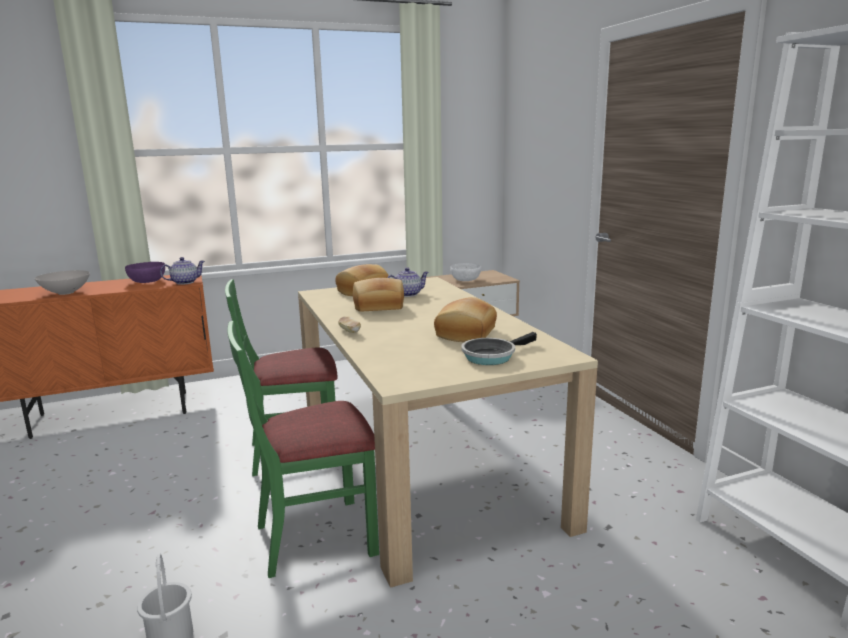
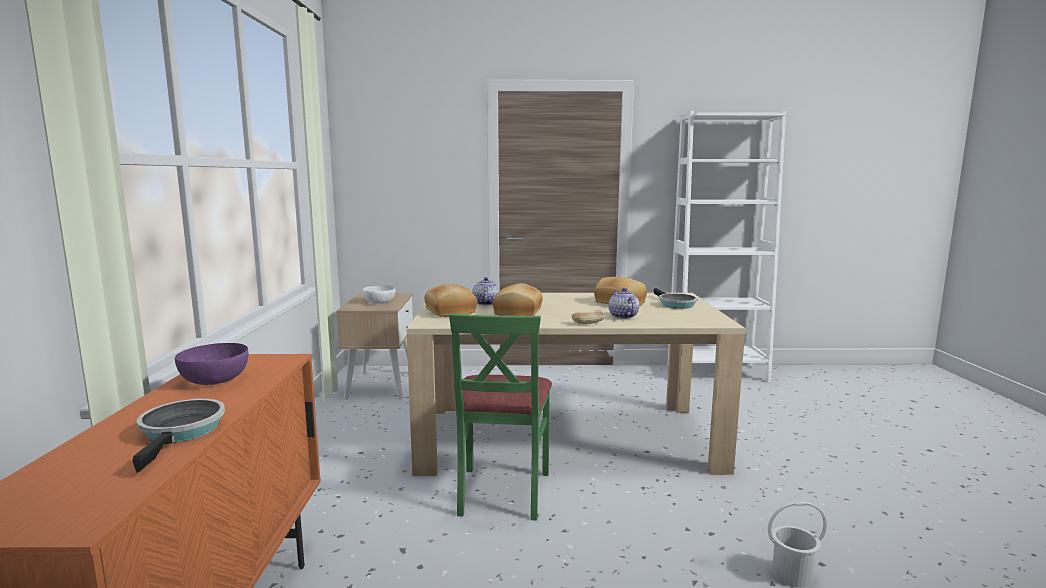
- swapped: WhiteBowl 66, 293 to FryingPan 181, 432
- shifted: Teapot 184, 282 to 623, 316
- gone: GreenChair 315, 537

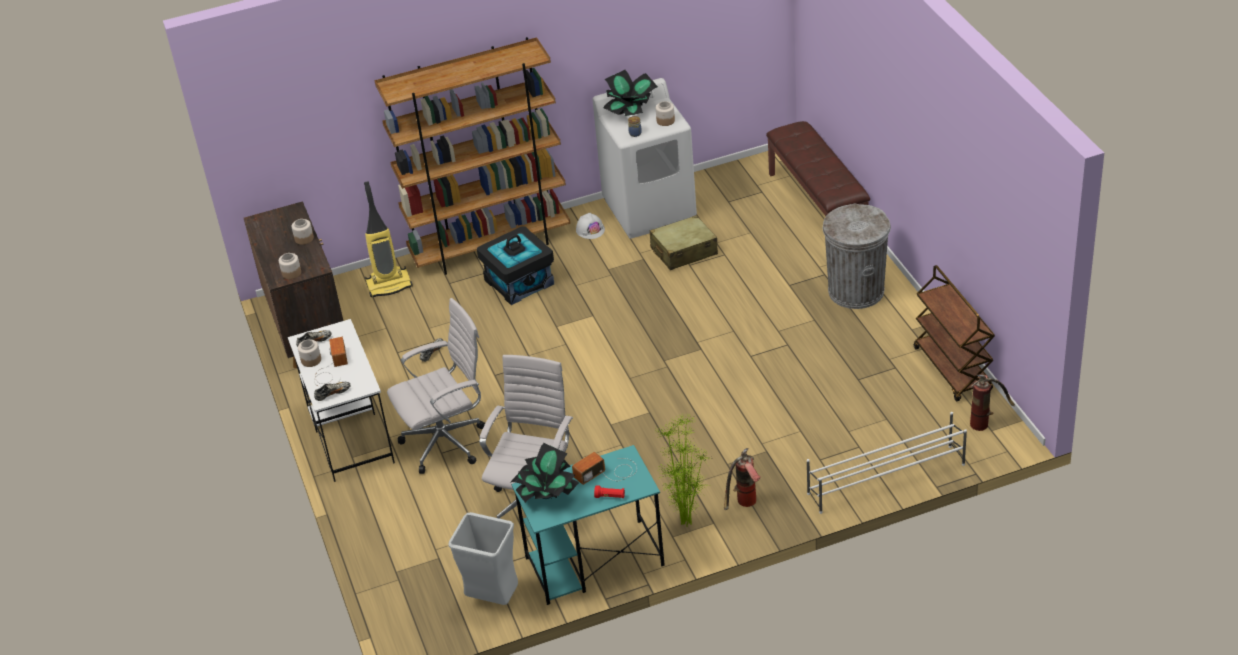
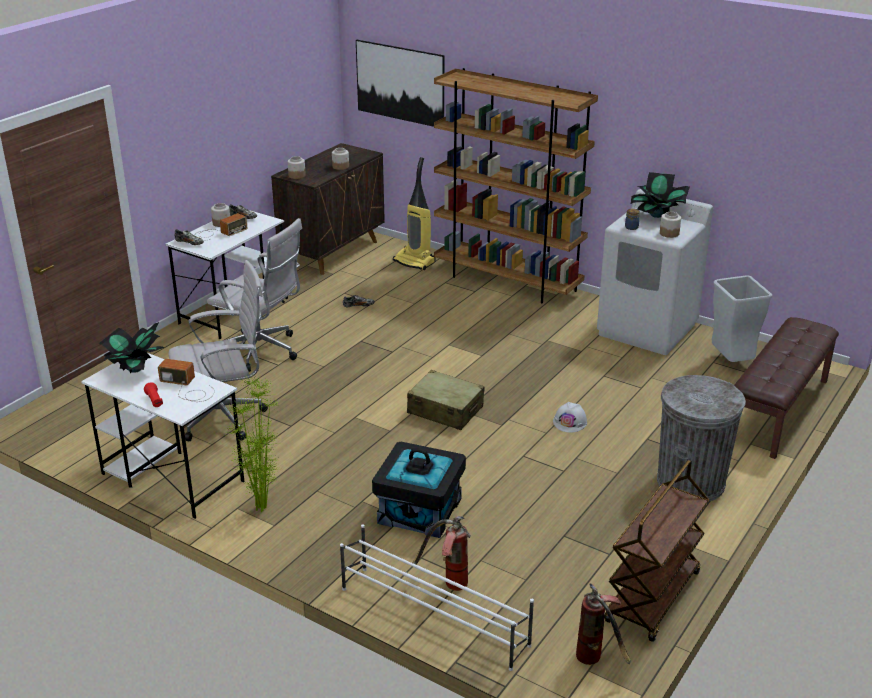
- repainted: TurquoiseDesk 593, 562 to WhiteDesk 171, 477
- new: Picture 400, 83
- shifted: BlackStorageBox 519, 282 to 420, 510
- shifted: BeigeSuitcase 683, 251 to 445, 410
- shifted: FireExtinguisher 744, 505 to 447, 584
- shifted: WhiteHardHat 590, 229 to 570, 422
- shifted: GreyTrashCan 494, 599 to 731, 362

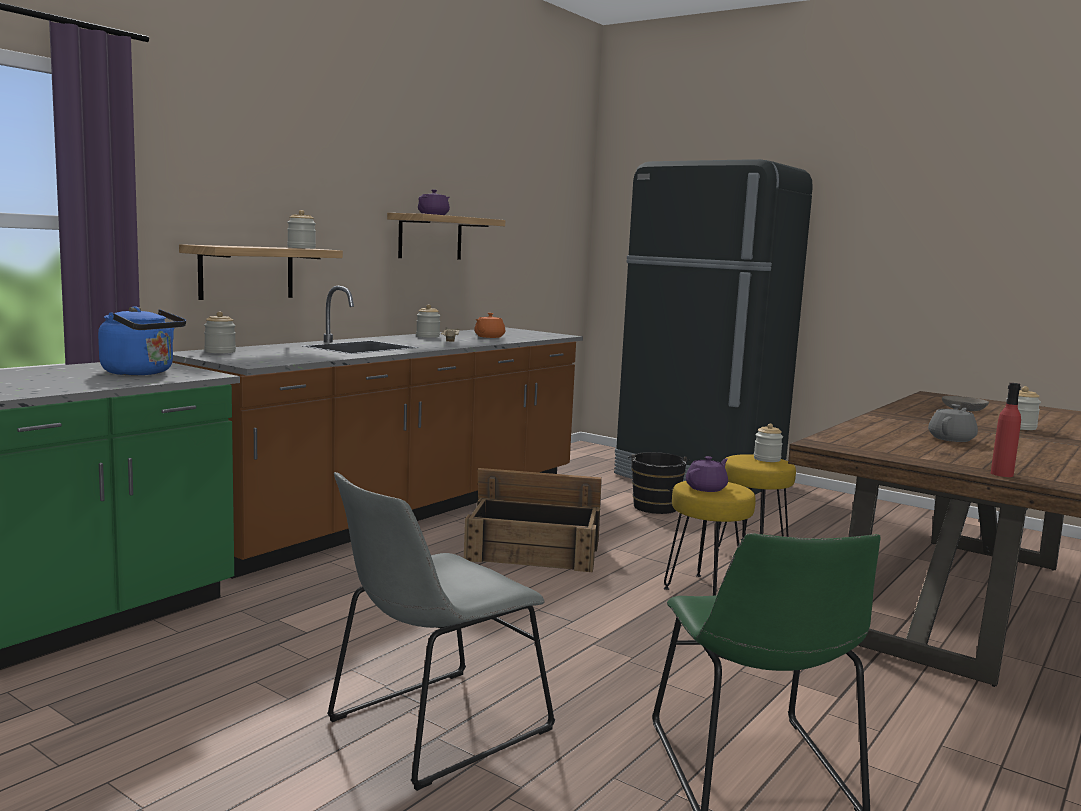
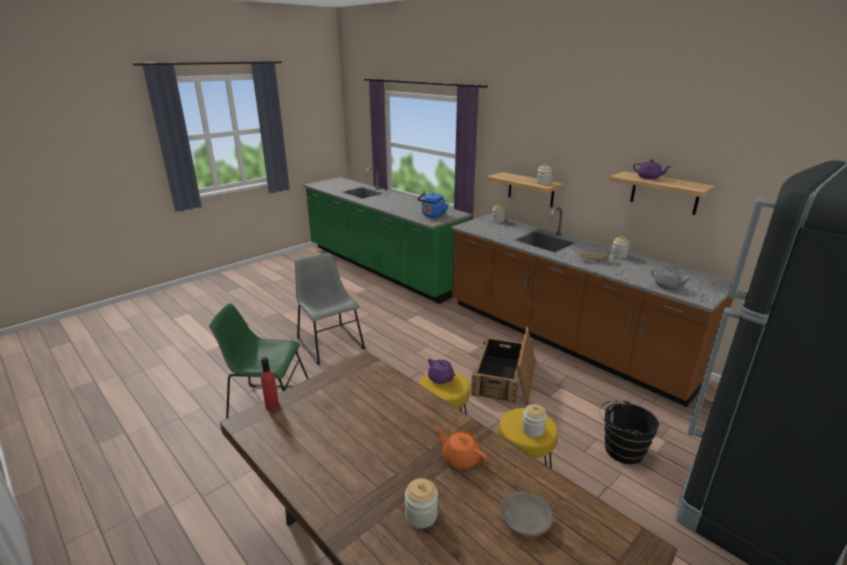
- shifted: OrangeTeapot 489, 337 to 460, 458
- shifted: GreyTeapot 952, 439 to 667, 286

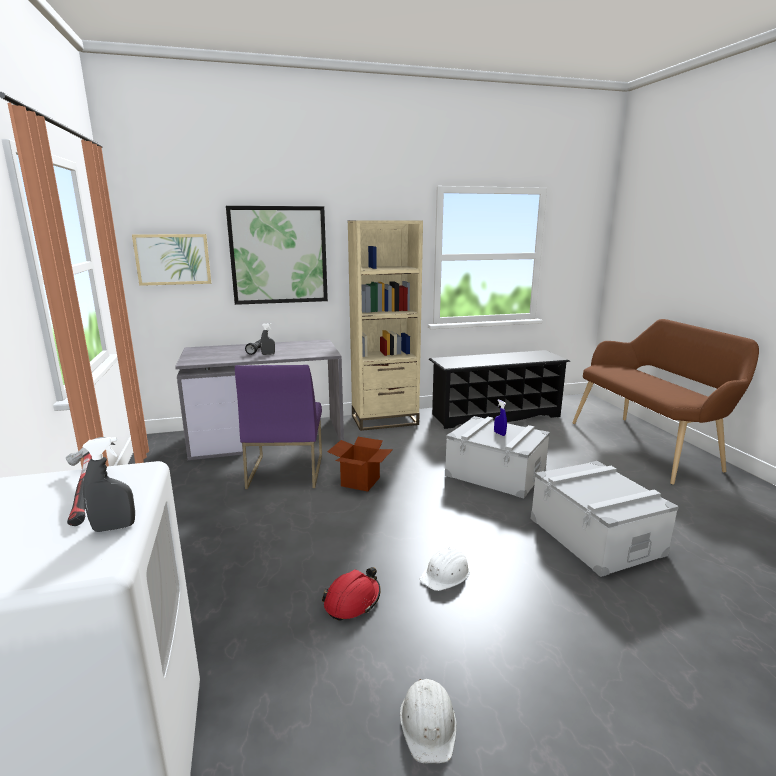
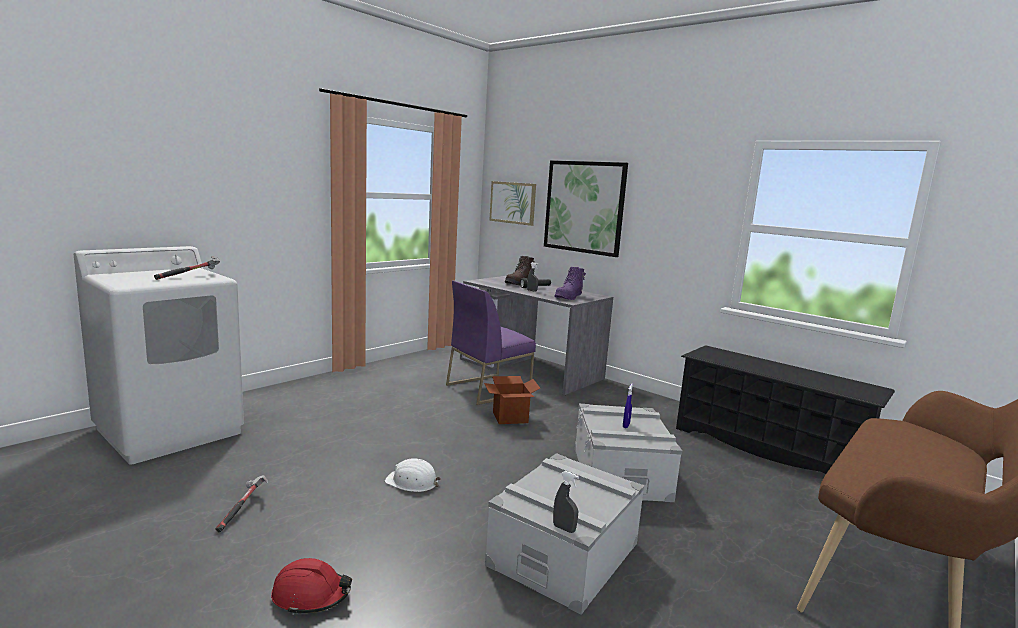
- swapped: WhiteHardHat 428, 724 to Hammer 243, 509
- shifted: RedHardHat 352, 601 to 311, 596
- new: BrownBoot 519, 283
- shifted: GreySprayBottle 114, 527 to 564, 528
- new: PurpleBoot 569, 297
- gone: BeigeBookcase 384, 420

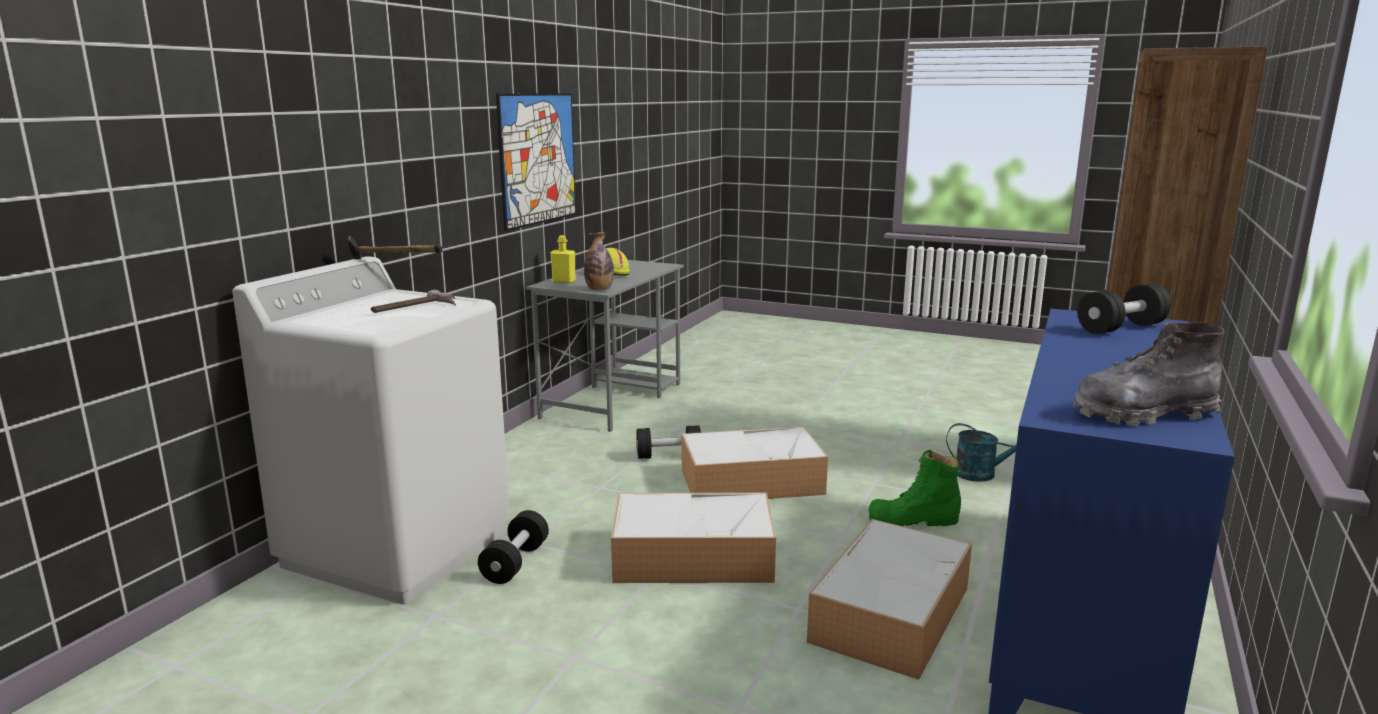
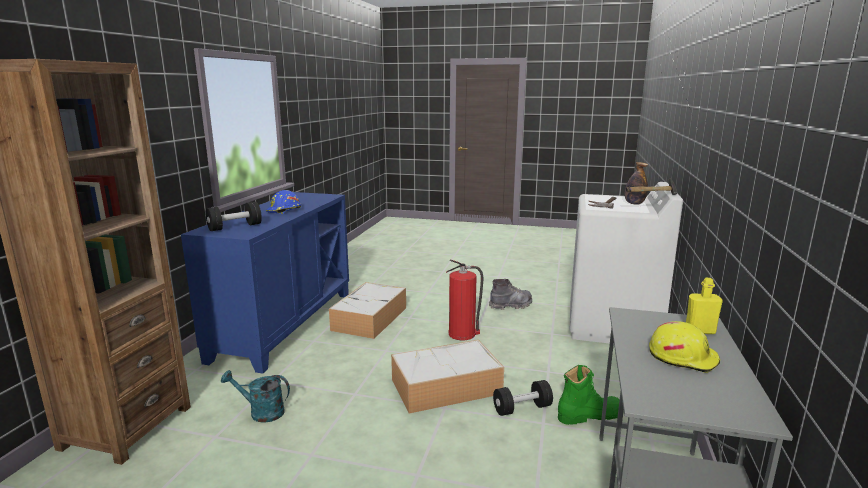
- new: BlueHardHat 284, 211
- swapped: StorageBox 695, 556 to FireExtinguisher 463, 334
- shifted: GreyBoot 1142, 414 to 511, 305
- shifted: GreenBoot 913, 520 to 589, 415
- shifted: Bottle 599, 289 to 634, 203
- gone: BlackDumbbell 515, 563
- gone: Picture 538, 159

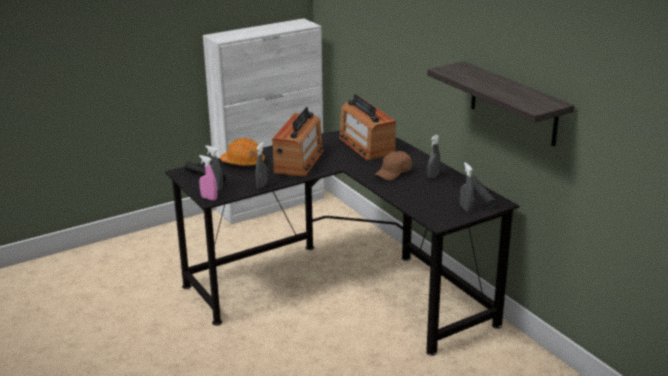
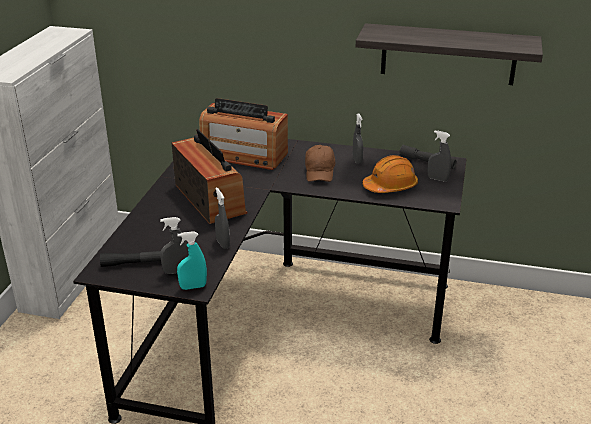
- repainted: PinkSprayBottle 209, 198 to TurquoiseSprayBottle 193, 287
- shifted: OrangeHardHat 243, 162 to 390, 186

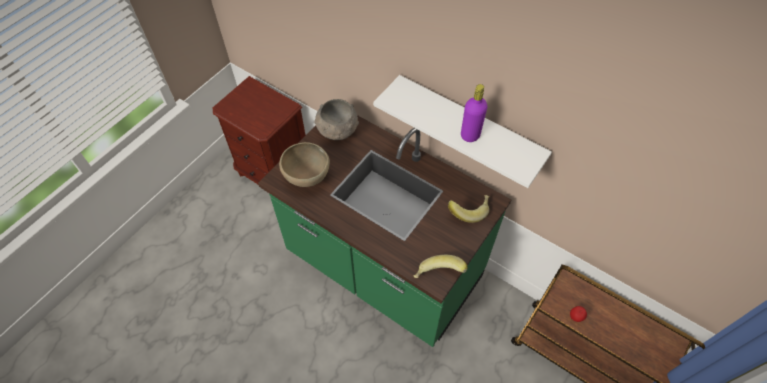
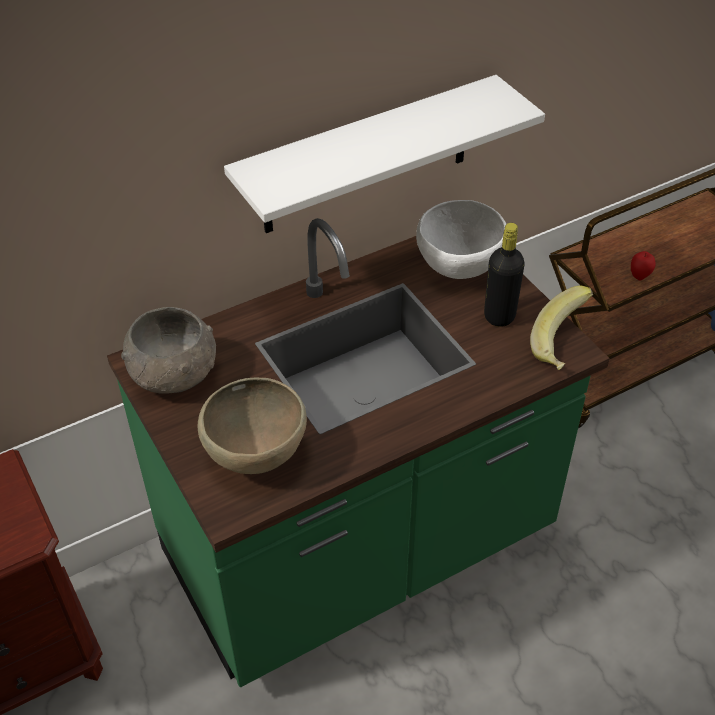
- swapped: Banana 468, 211 to WhiteBowl 459, 268
- new: BlackBottle 499, 316
- gone: PurpleBottle 470, 135

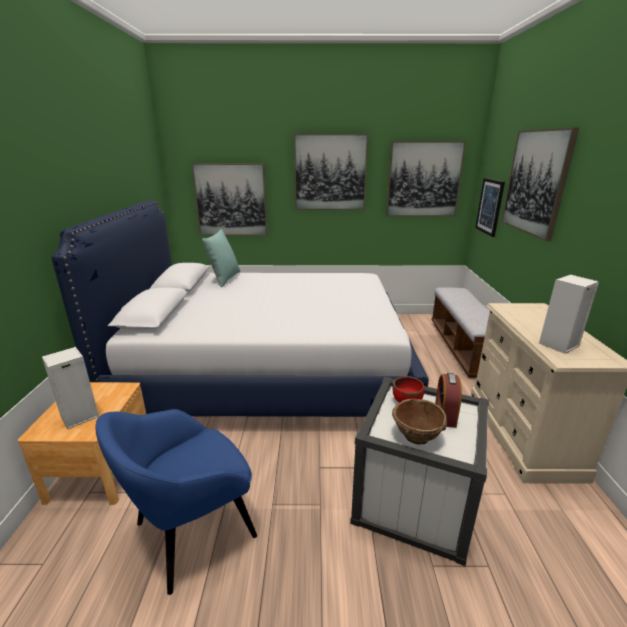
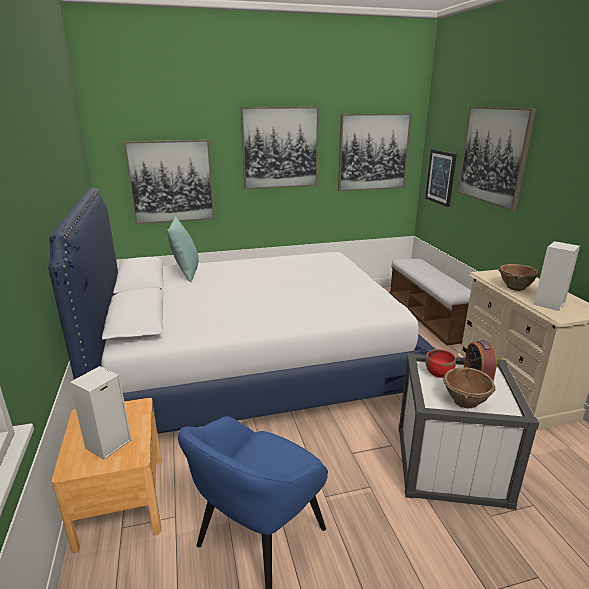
- new: BrownBowl 515, 287

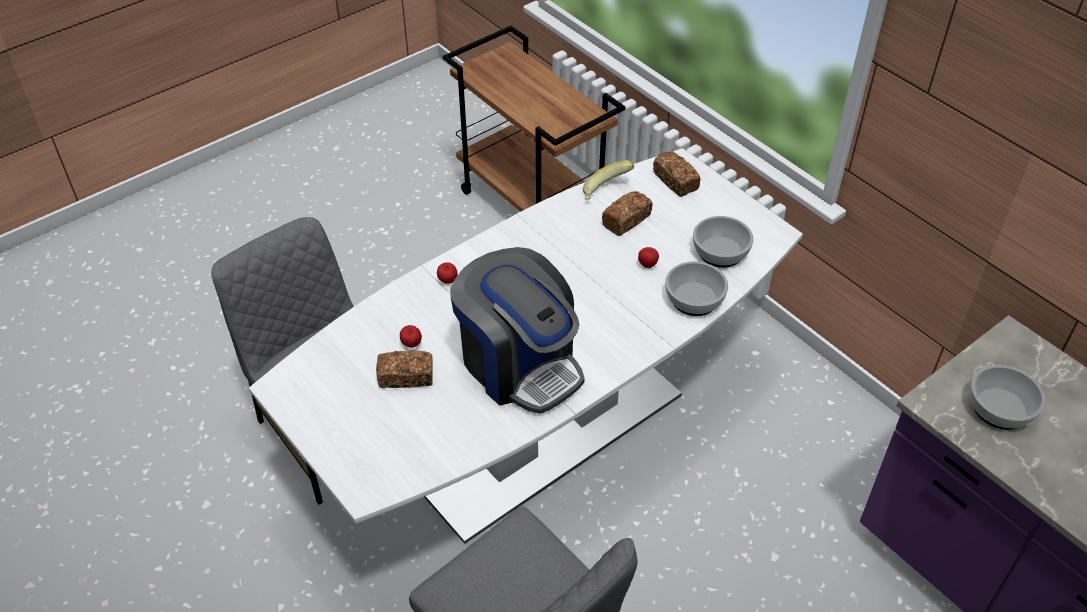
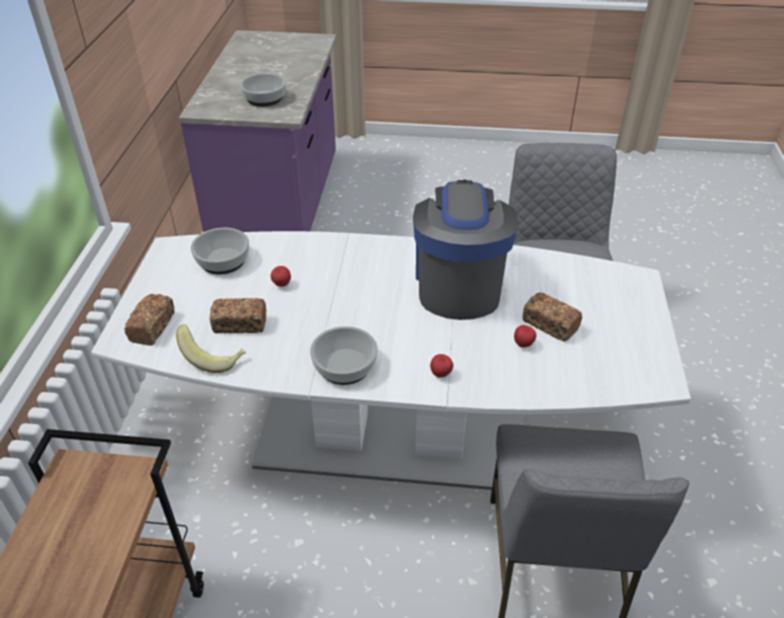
- shifted: Bowl 693, 298 to 345, 367

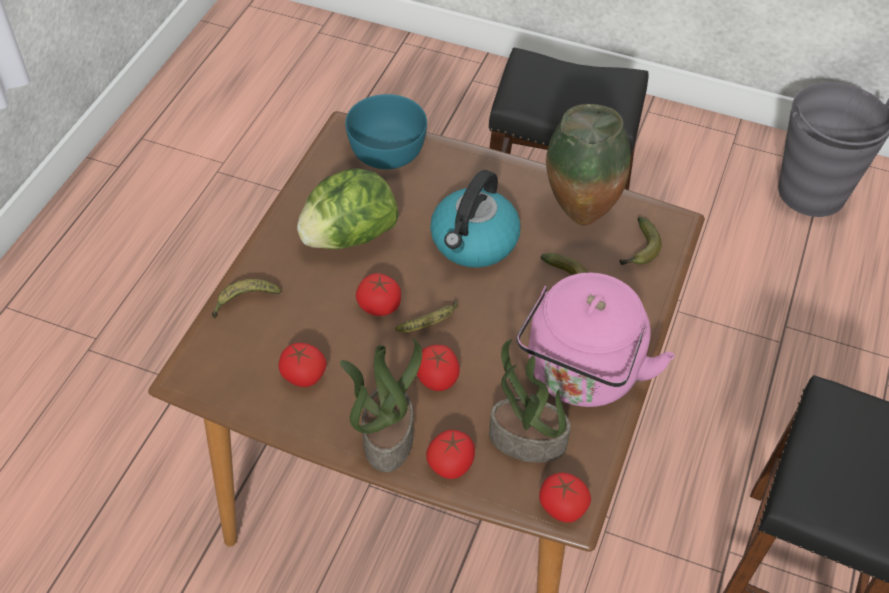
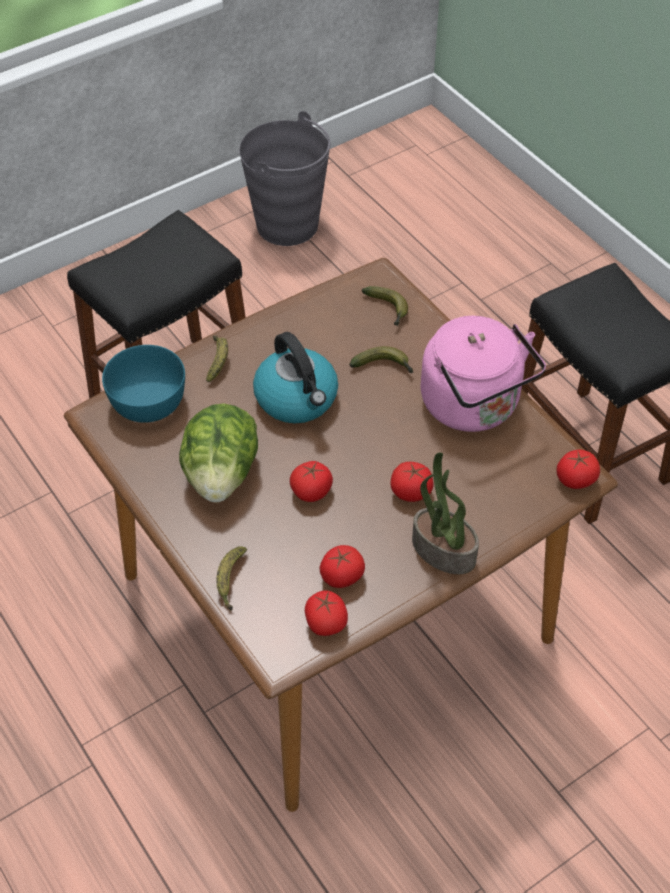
- shifted: Banana 431, 323 to 218, 361
- shifted: Tomato 450, 464 to 325, 622
- gone: PottedPlant 526, 441
- gone: Vase 578, 215

